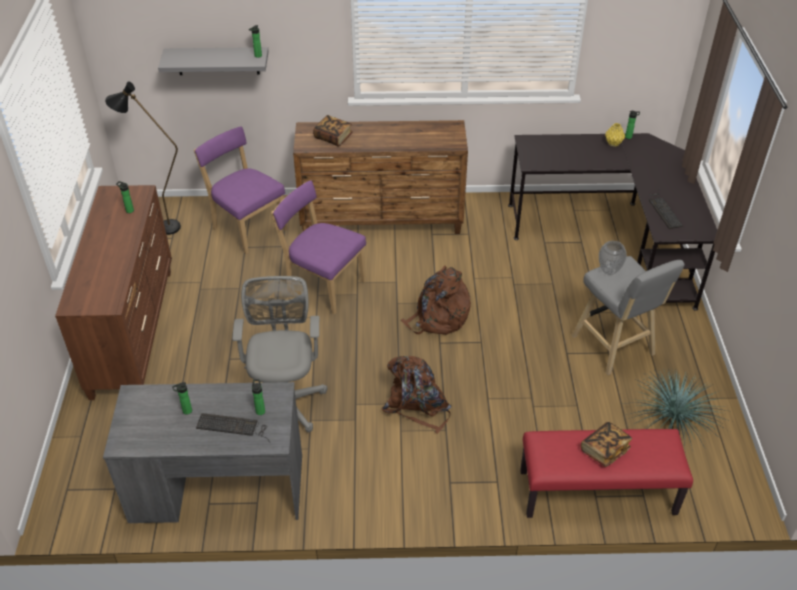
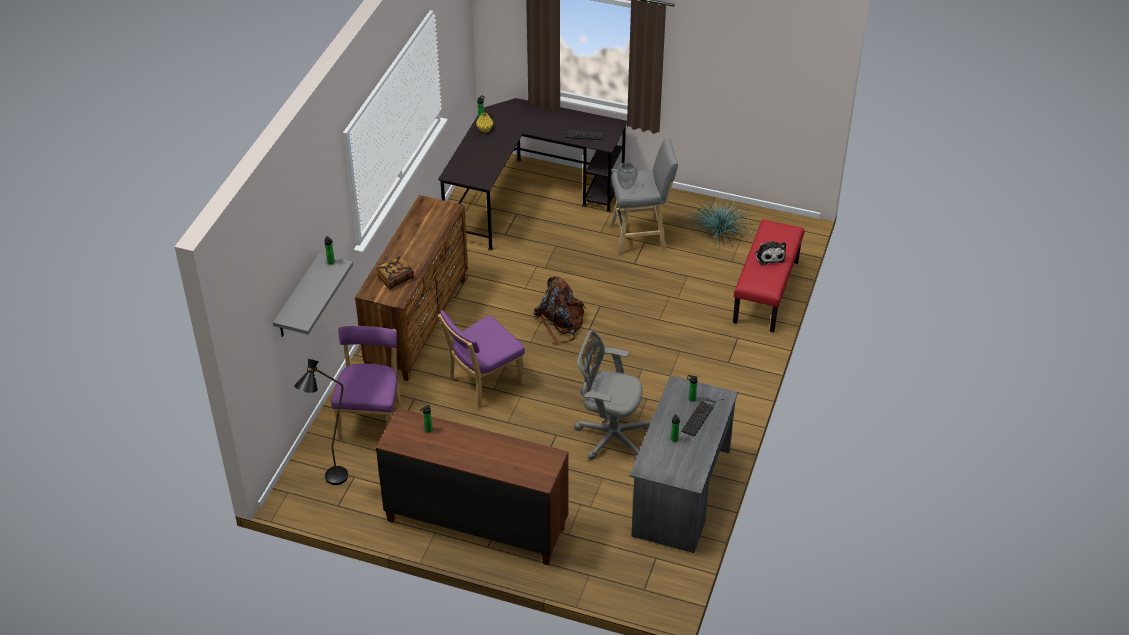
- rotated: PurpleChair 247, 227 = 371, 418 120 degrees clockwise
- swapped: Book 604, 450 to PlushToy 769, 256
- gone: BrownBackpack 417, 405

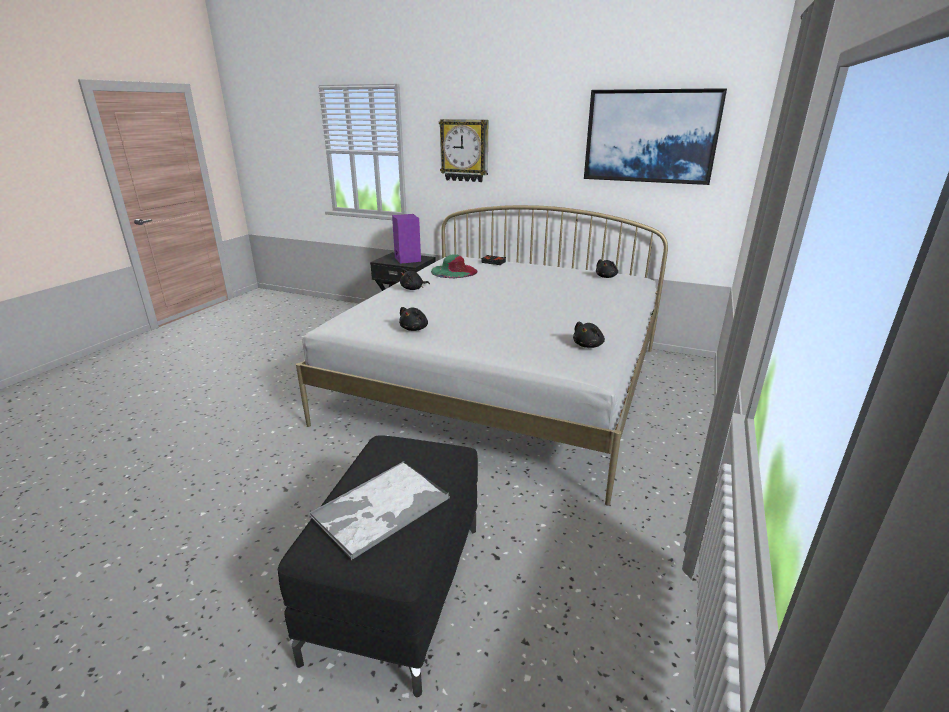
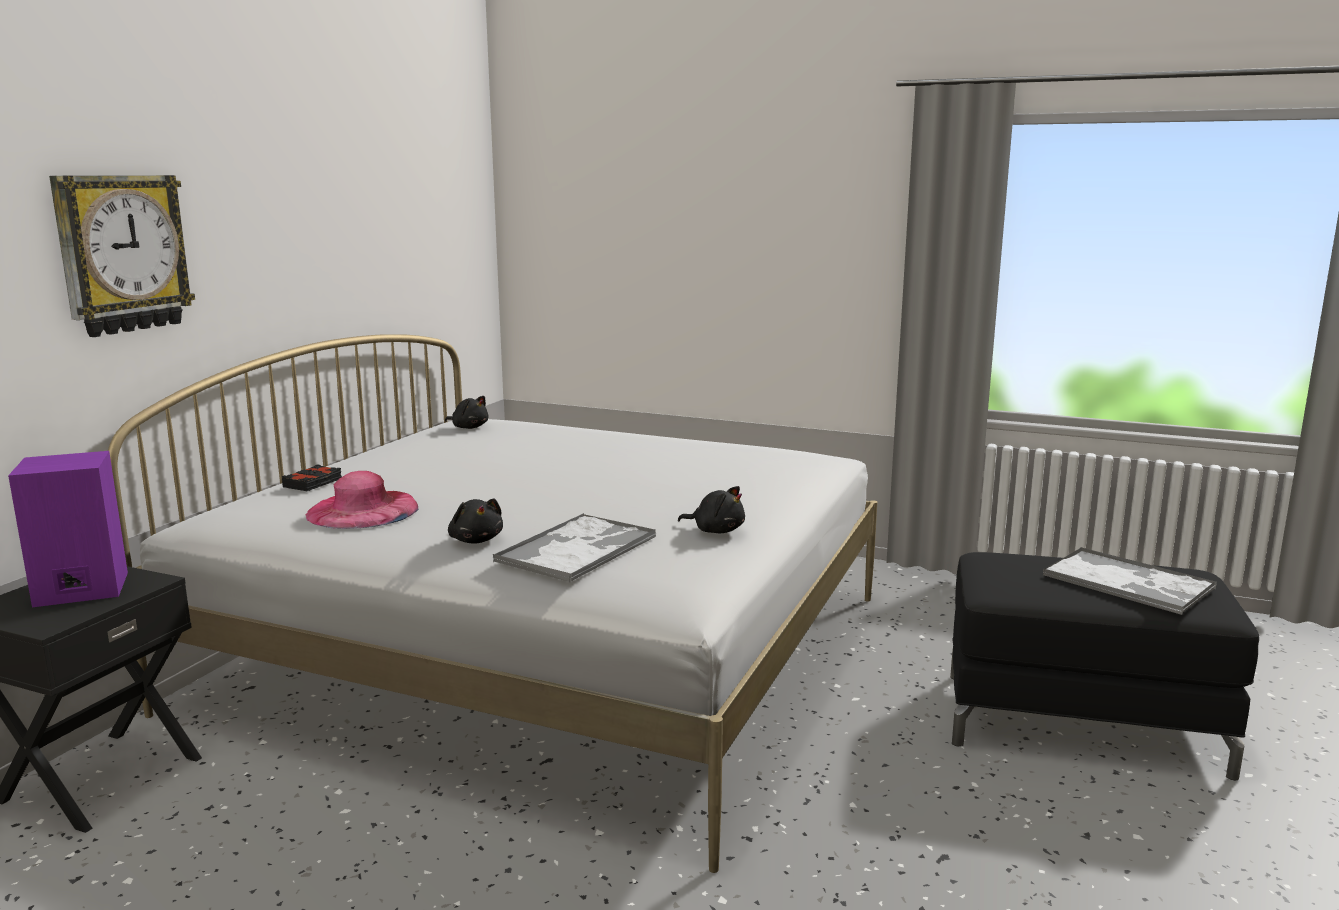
- repainted: GreenHat 454, 271 to PinkHat 363, 510
- new: Tray 578, 548
- gone: BlackPlushToy 588, 345
- gone: Picture 650, 136

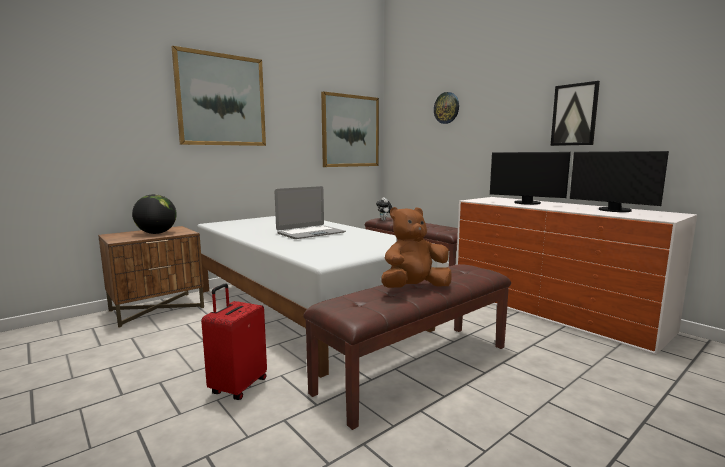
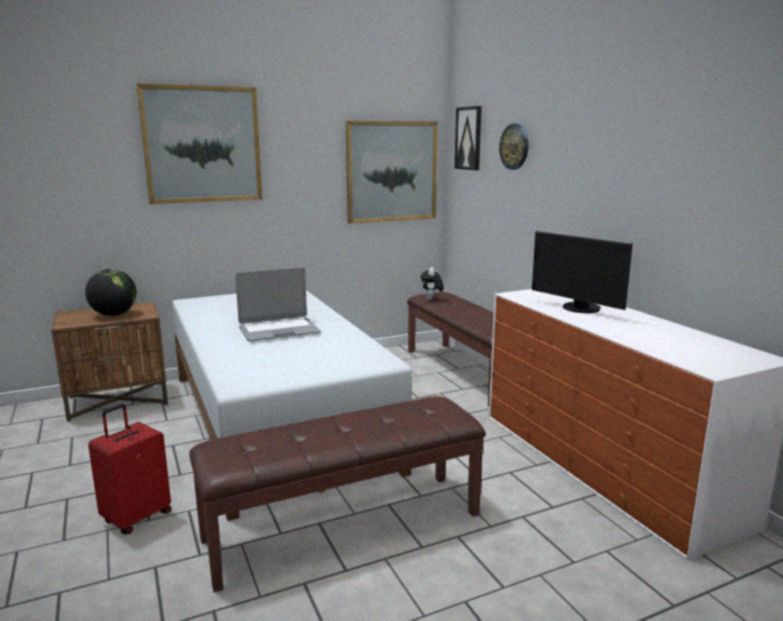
- shifted: Picture 574, 115 to 469, 138
- gone: BrownPlushToy 414, 288
- gone: Monitor 613, 210

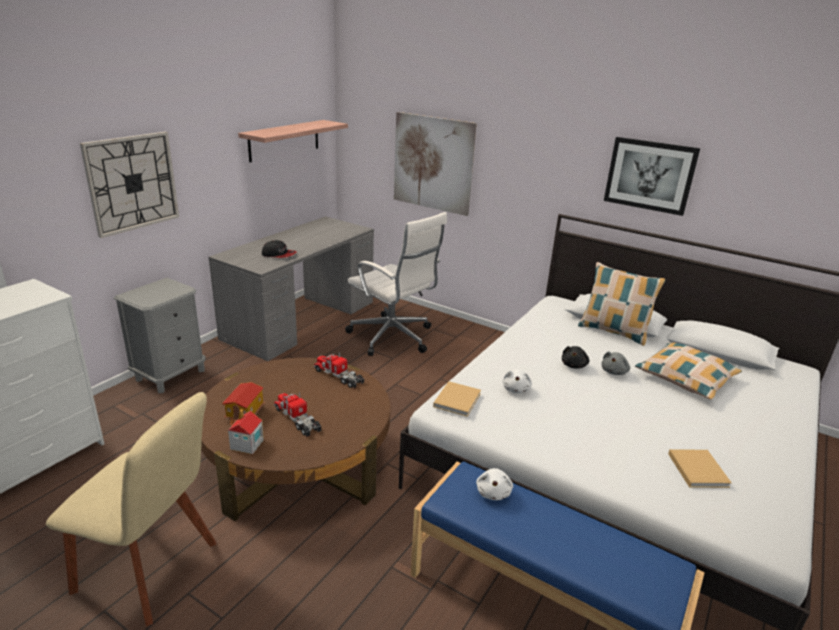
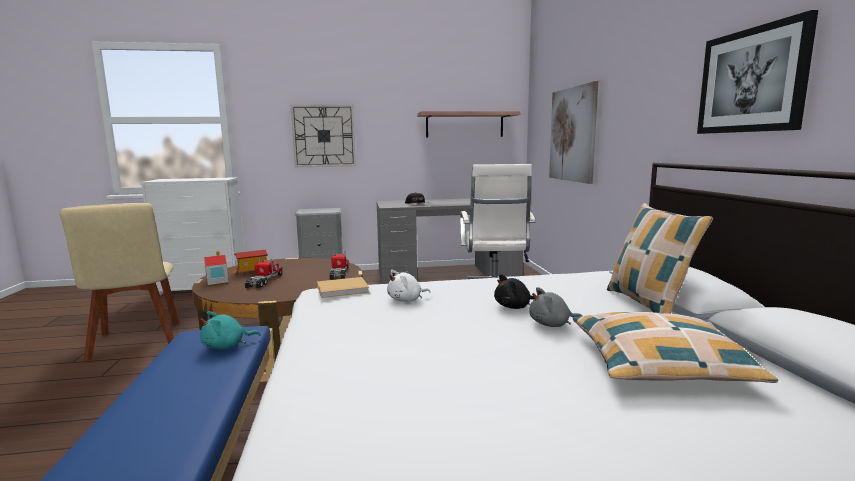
- repainted: WhitePlushToy 493, 492 to TurquoisePlushToy 227, 346
- gone: BeigeBook 697, 469

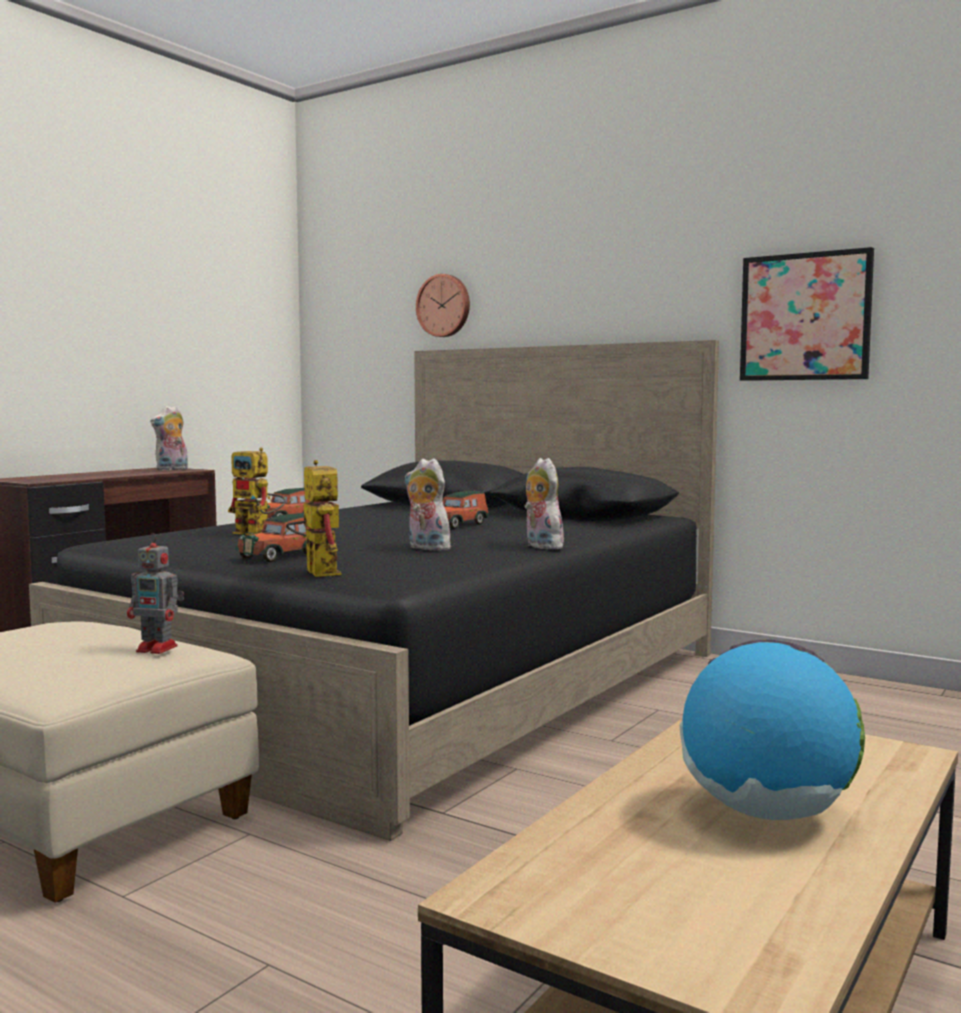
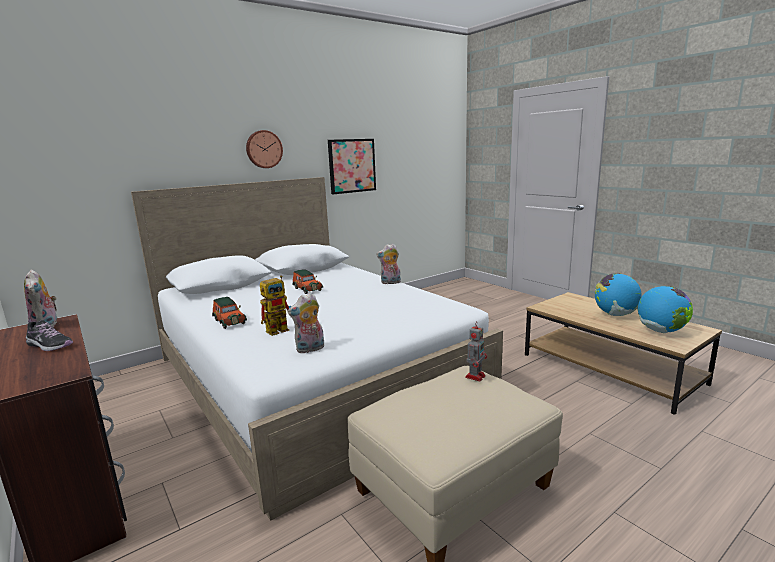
- new: Shoe 49, 345
- repainted: BlackBed 415, 685 to WhiteBed 312, 377
- shifted: WallClock 444, 306 to 263, 149
- shifted: PlushToy 426, 548 to 310, 349
- new: Globe 661, 331
- gone: ToyCar 283, 556
- gone: ToyRobot 316, 571

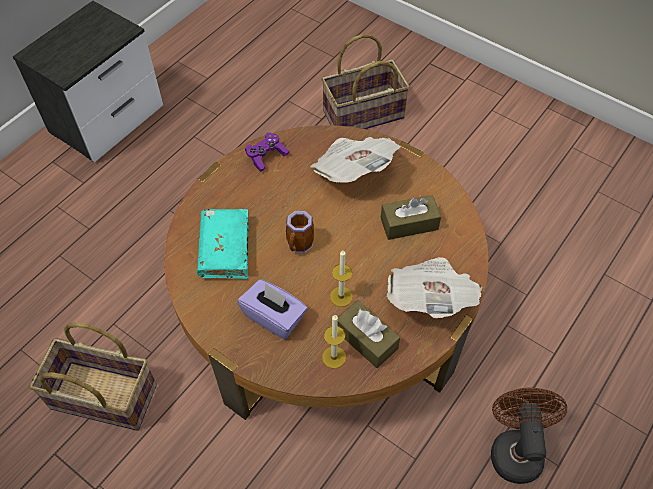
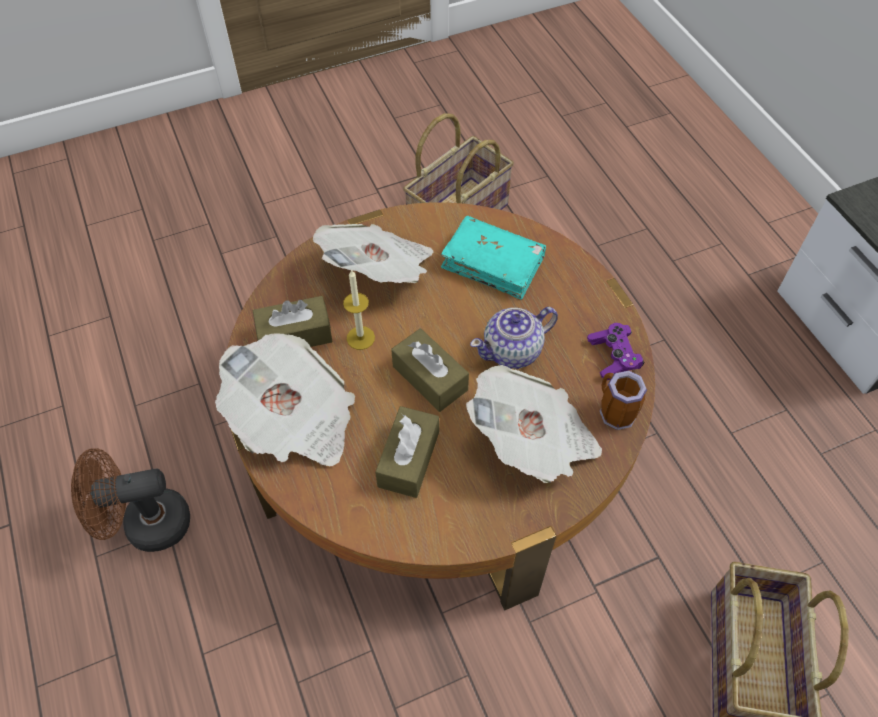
- rotated: BrownFan 515, 448 = 146, 525 135 degrees clockwise
- swapped: PurpleTissueBox 274, 317 to Newspaper 379, 271
- new: BrownTissueBox 430, 378
- new: Teapot 513, 351
- shifted: Mug 300, 246 to 613, 413
- gone: Candle 334, 357

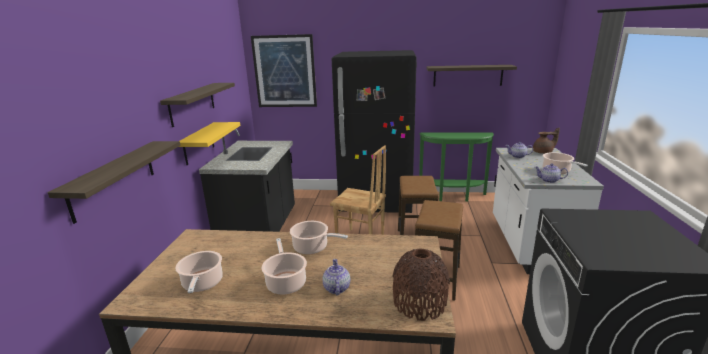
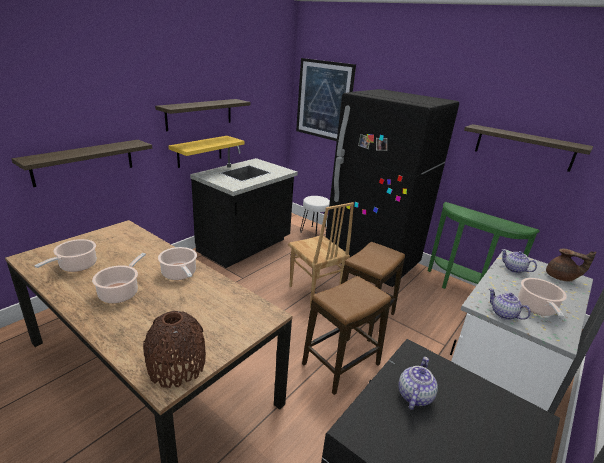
- new: WhiteStool 314, 232
- shifted: Teapot 336, 288 to 414, 395

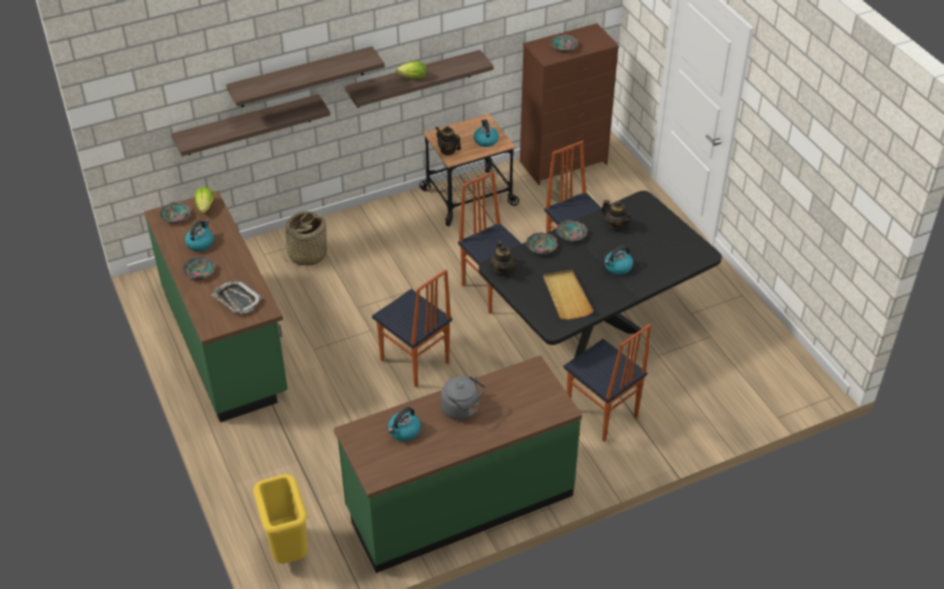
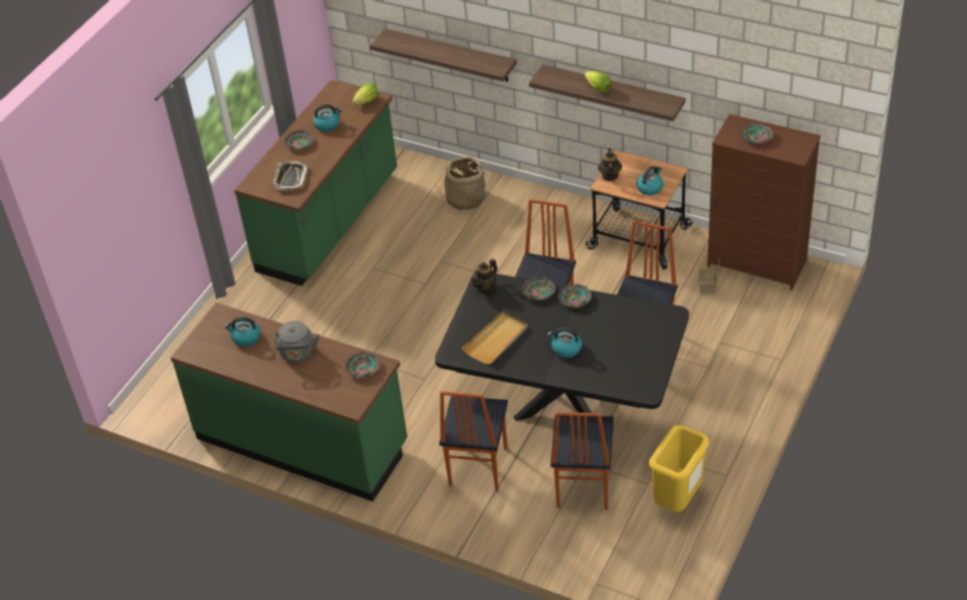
- shifted: Bowl 176, 215 to 363, 368
- shifted: Chair 414, 362 to 582, 486
- shifted: YellowTrashCan 288, 550 to 678, 501
- gone: Shelf 301, 77
- gone: Teapot 615, 225

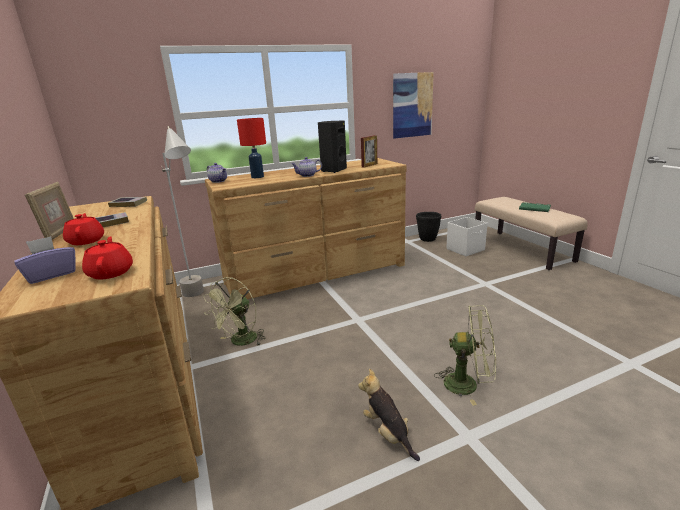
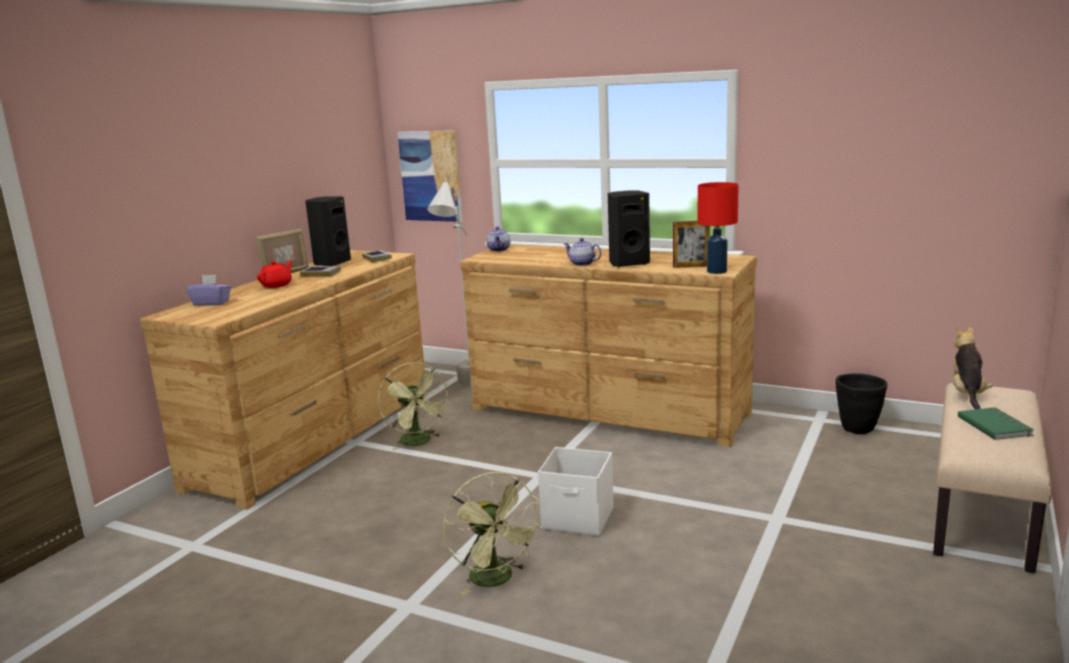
- new: BlackSpeaker 331, 263
- rotated: GreenFan 240, 342 = 419, 442 105 degrees counterclockwise
- shifted: Picture 412, 105 to 431, 176
- shifted: WhiteStorageBox 466, 249 to 579, 519
- shifted: RedTableLamp 258, 177 to 717, 271
- shifted: PlushToy 388, 433 to 967, 394
- gone: RedTeapot 111, 272

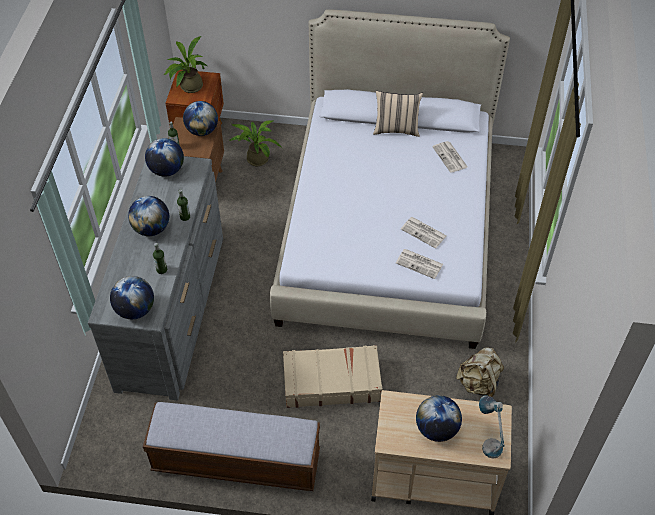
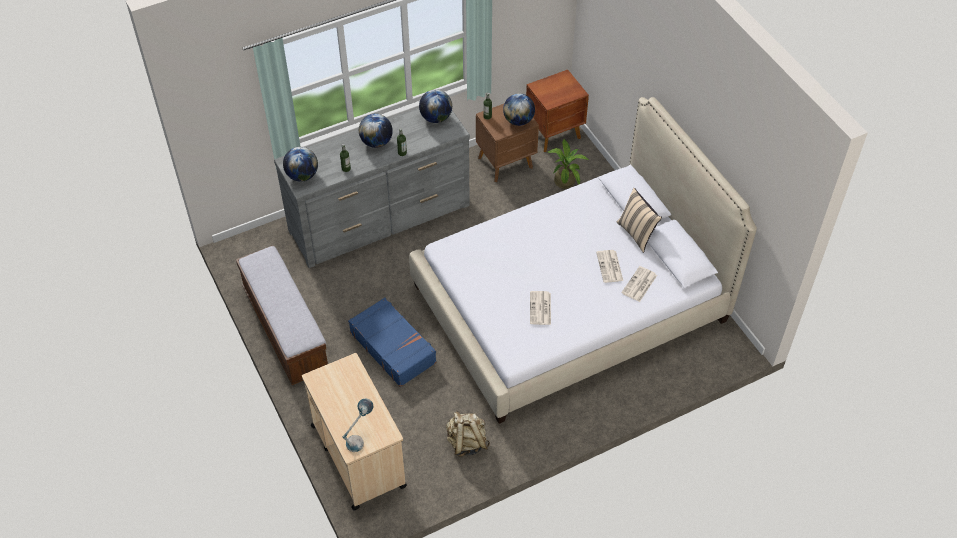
- repainted: BeigeSuitcase 331, 382 to BlueSuitcase 393, 347
- shifted: Newspaper 420, 264 to 610, 267
- gone: PottedPlant 189, 87
- gone: Globe 436, 429

